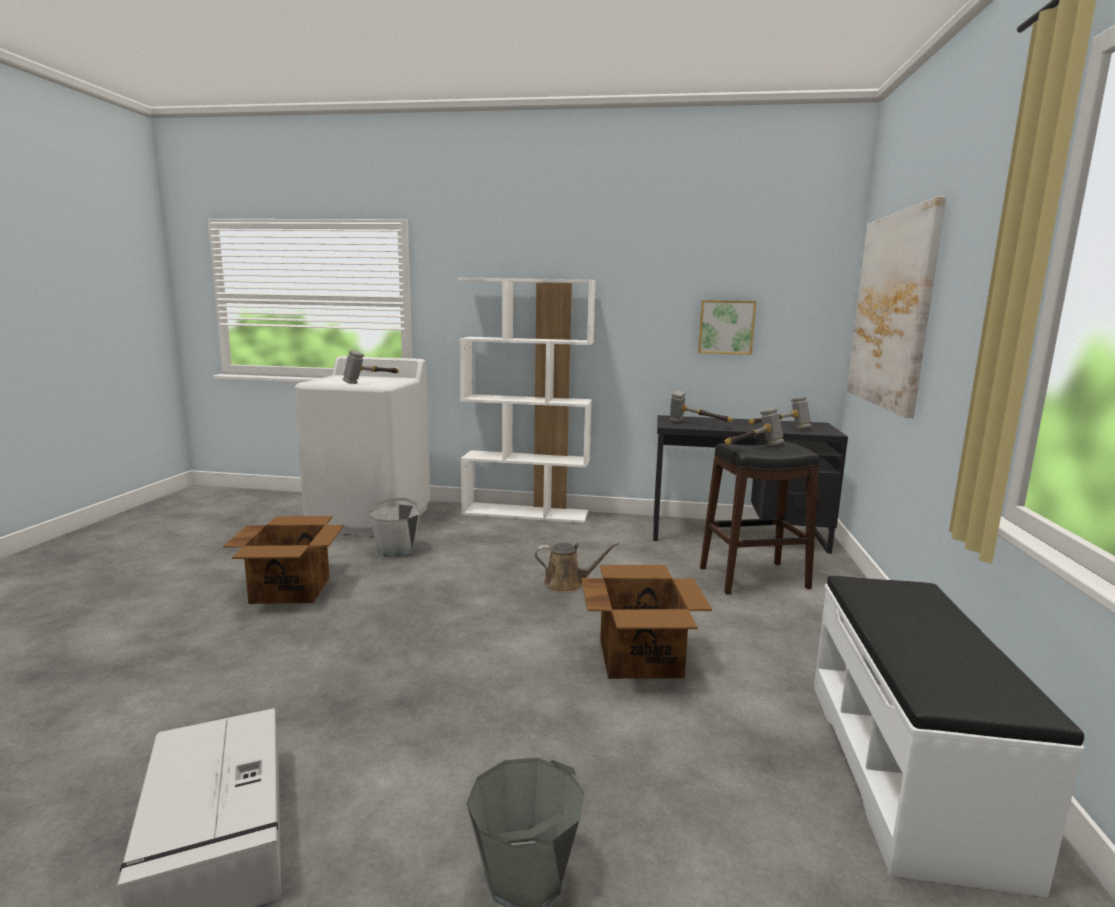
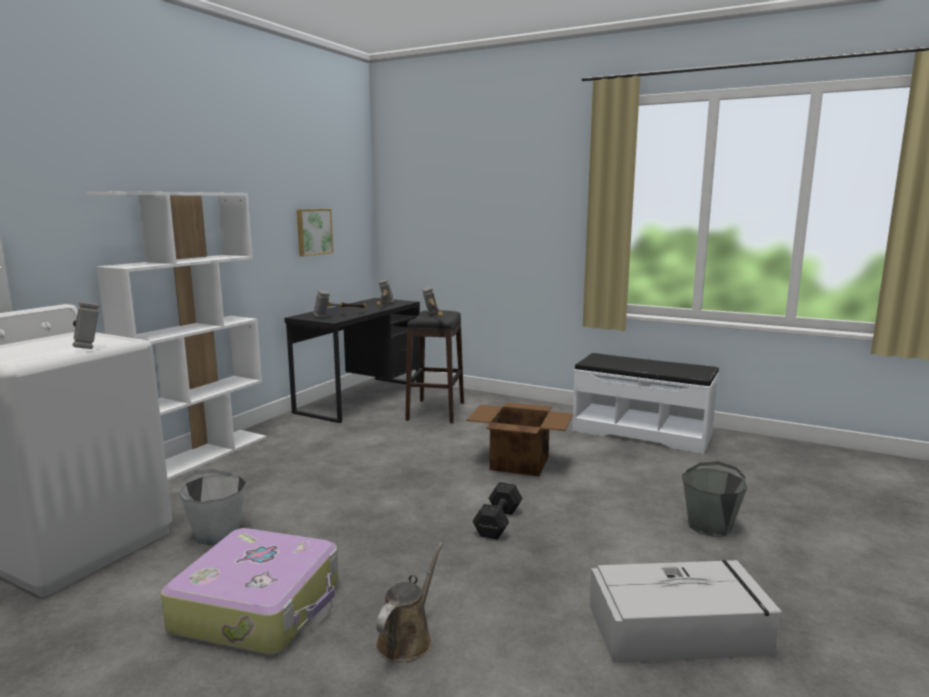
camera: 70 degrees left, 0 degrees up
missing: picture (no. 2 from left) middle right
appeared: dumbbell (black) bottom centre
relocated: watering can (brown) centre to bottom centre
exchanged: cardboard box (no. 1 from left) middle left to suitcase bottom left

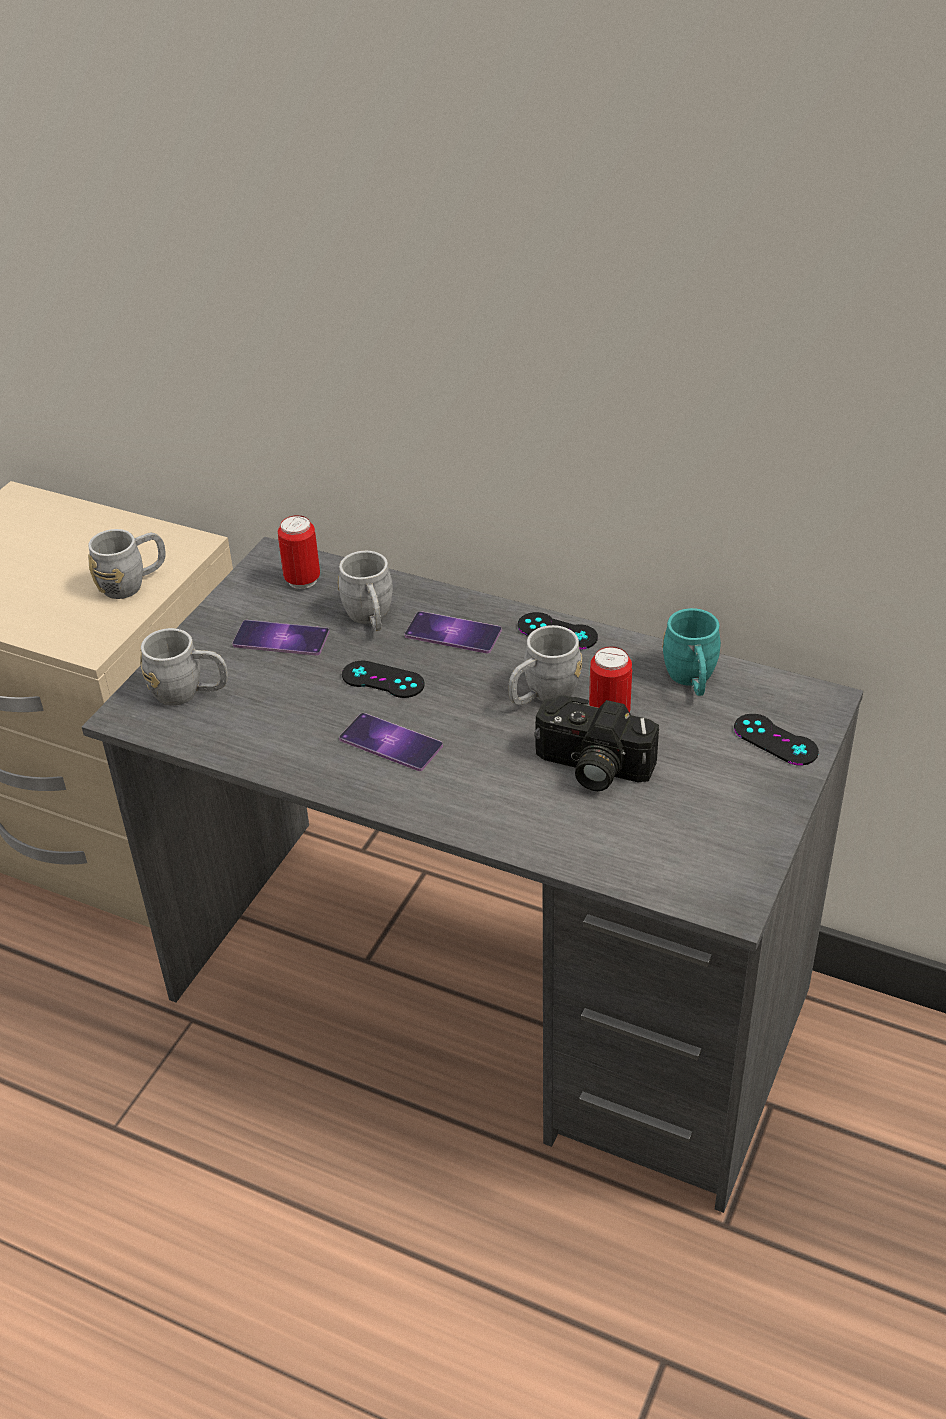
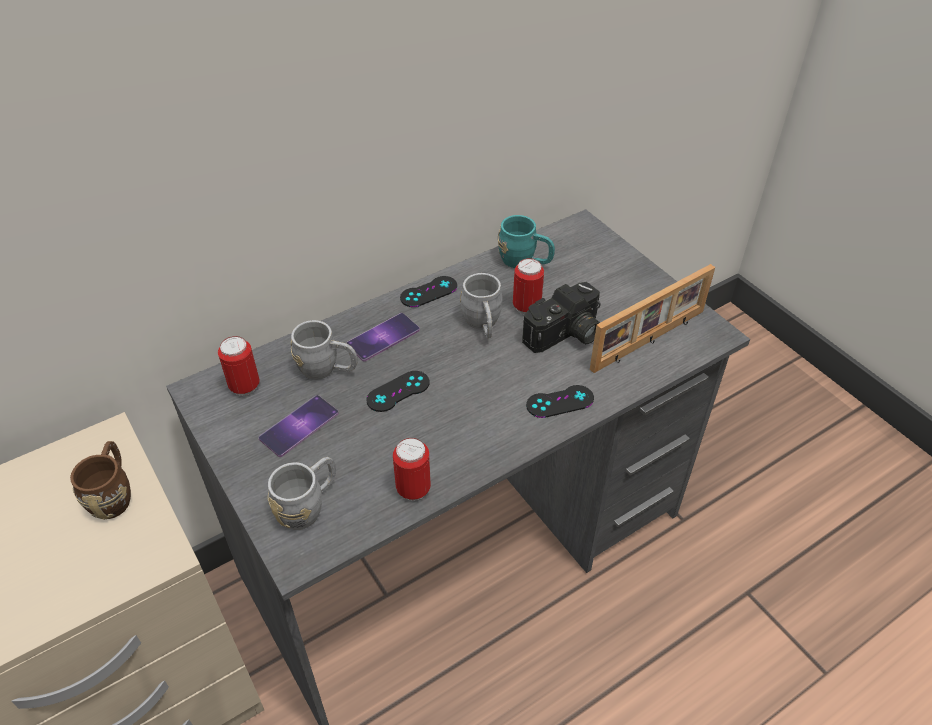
camera: 60 degrees left, 5 degrees up
missing: phone (no. 2 from left) centre
appeared: can (no. 2 from left) centre; picture frame middle right
relocated: game controller (black) (no. 3 from left) middle right to centre
colour: mug (grey) (no. 1 from left) middle left to mug (brown) middle left

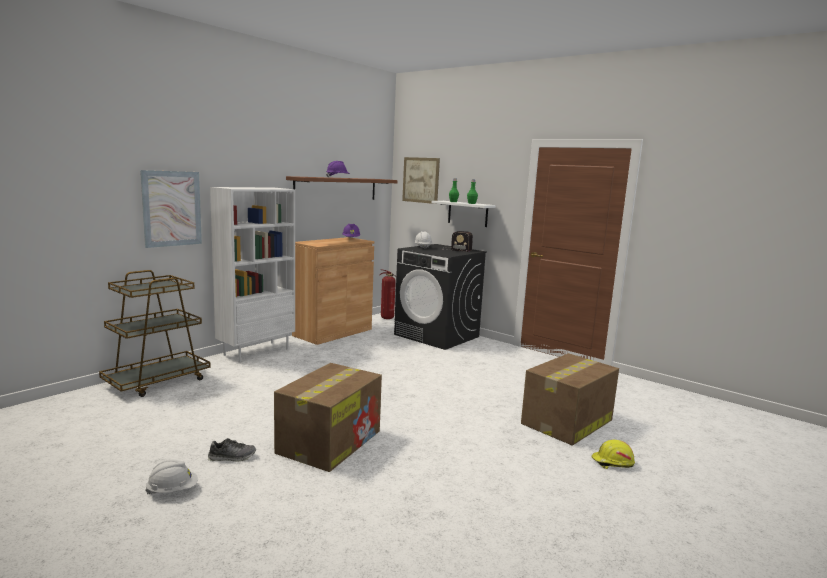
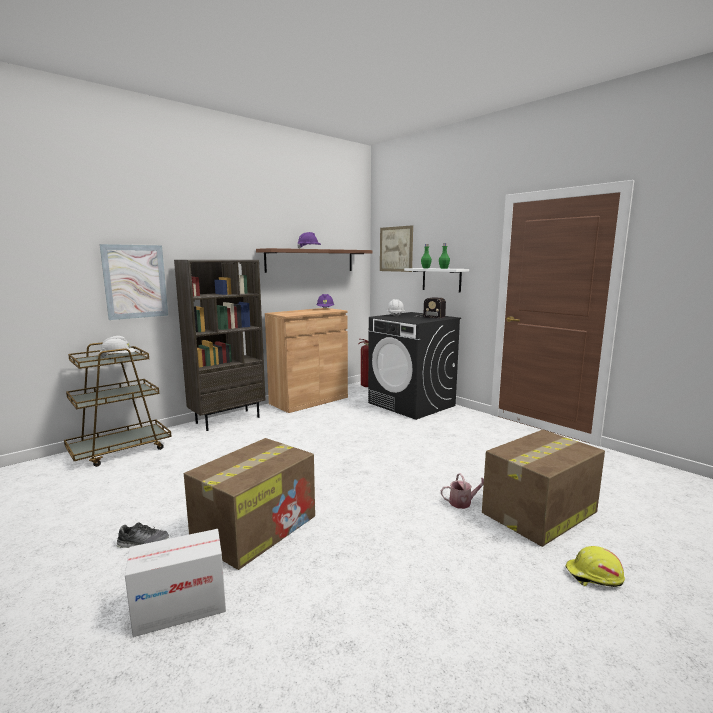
camera: 10 degrees right, 0 degrees up
appeared: cardboard box (no. 1 from left) bottom left; watering can bottom centre
relocated: hard hat (white) (no. 1 from left) bottom left to middle left
colour: bookcase (white) middle left to bookcase (brown) middle left

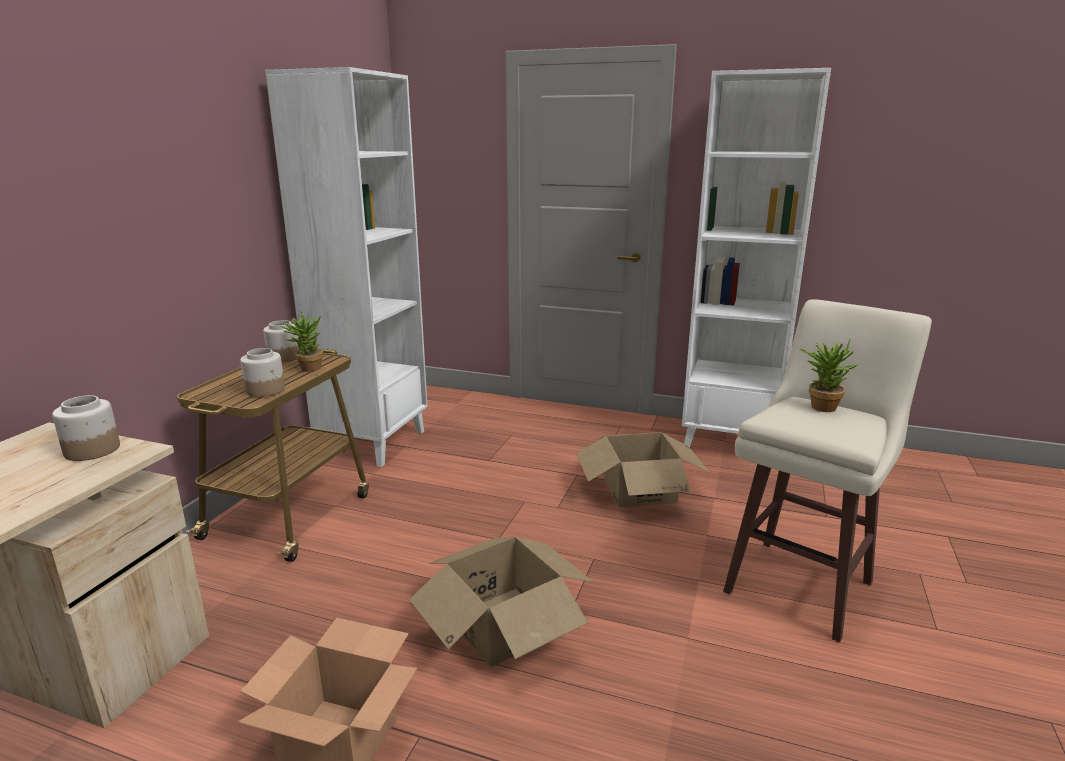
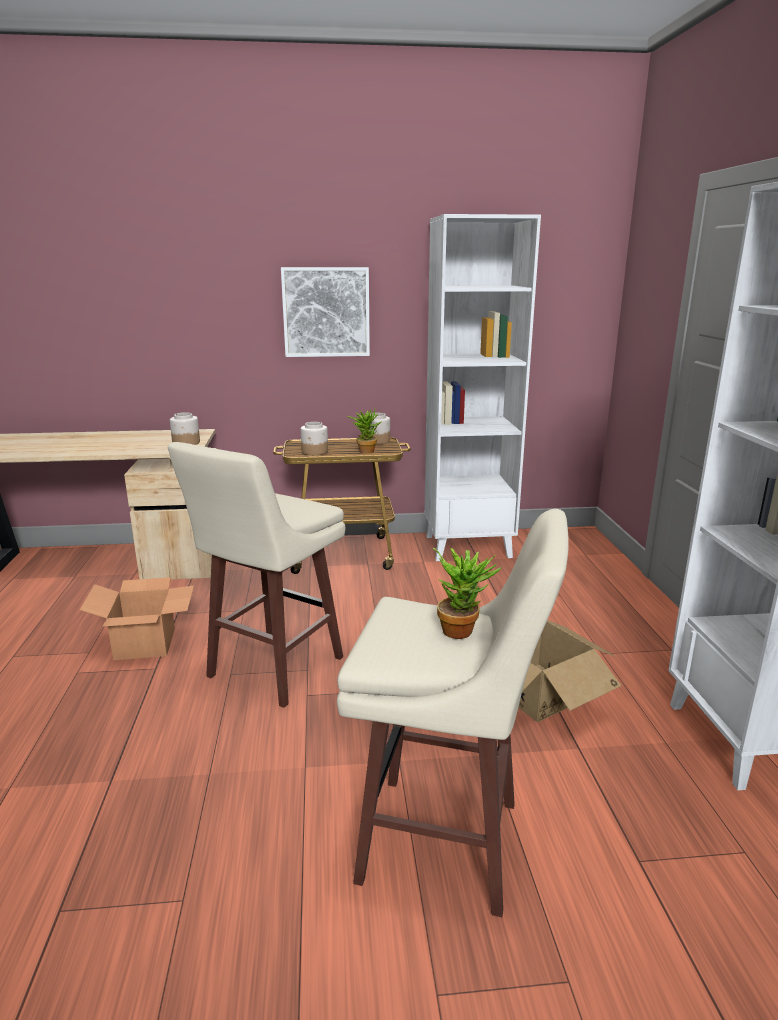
camera: 65 degrees right, 0 degrees up
appeared: picture top centre
exchanged: cardboard box (no. 2 from left) bottom centre to stool (beige) (no. 1 from left) middle left

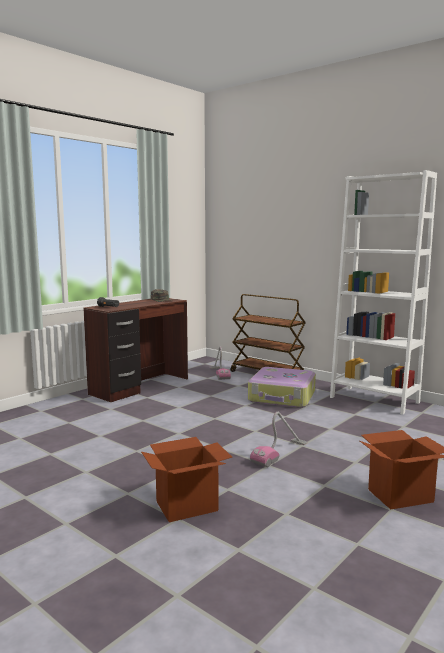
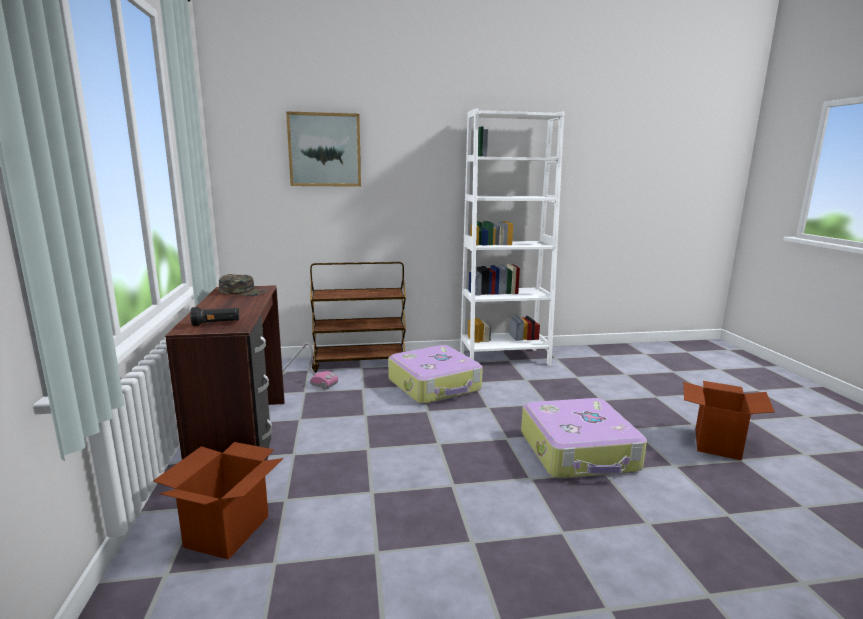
camera: 50 degrees left, 5 degrees up
appeared: picture top centre
relocated: cardboard box (no. 1 from left) bottom centre to bottom left
exchanged: vacuum cleaner (no. 2 from left) bottom centre to suitcase (no. 2 from left) bottom right

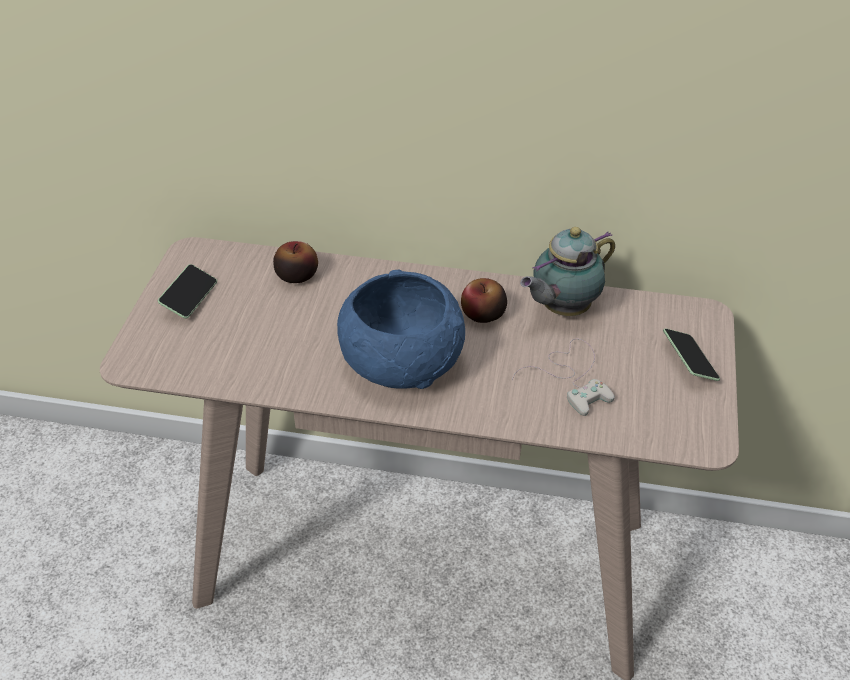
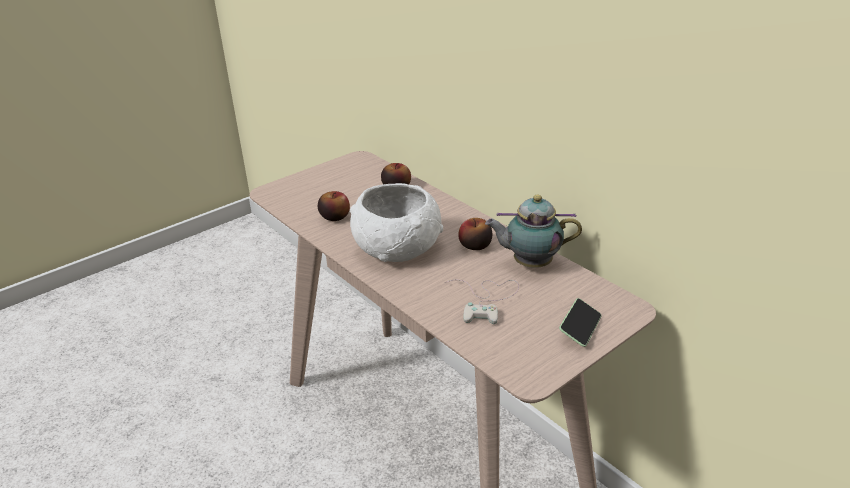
camera: 40 degrees right, 10 degrees down
missing: phone (no. 1 from left) middle left
appeared: apple (no. 1 from left) centre
colour: bowl (blue) centre to bowl (white) centre

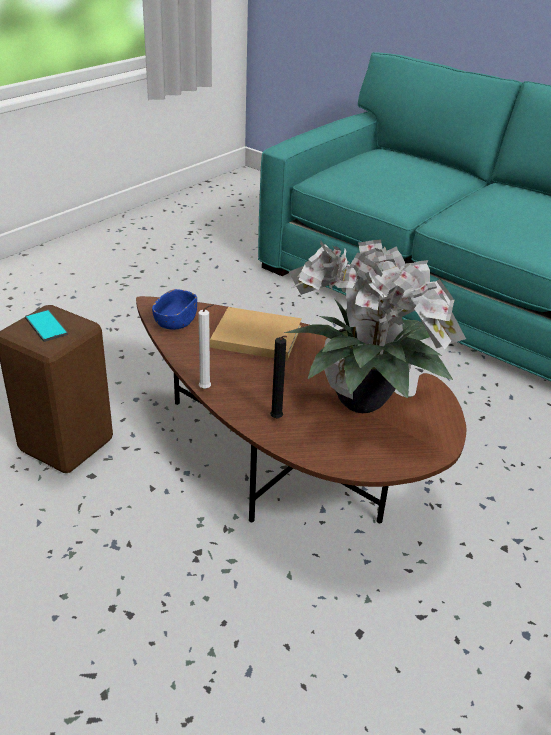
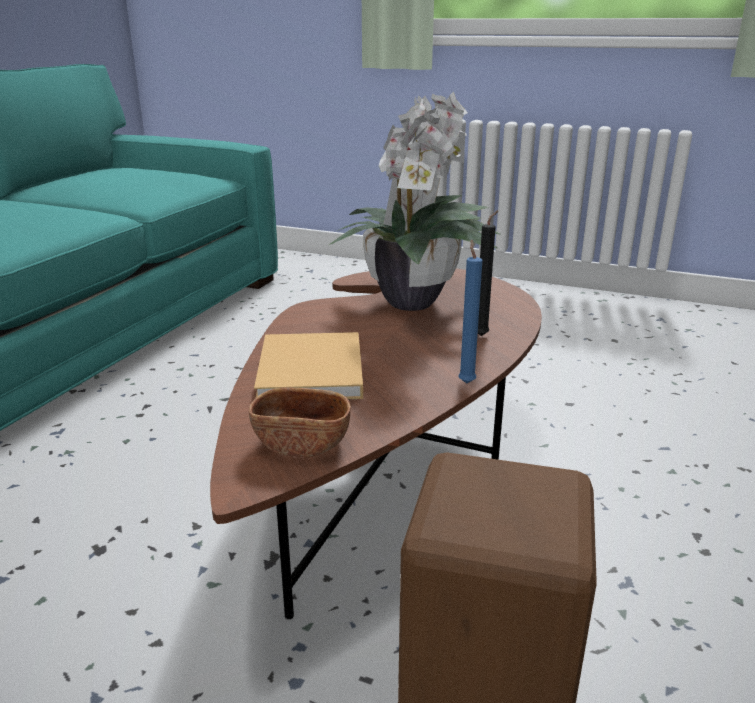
camera: 105 degrees left, 10 degrees down
missing: phone middle left
colour: bowl (blue) middle left to bowl (brown) centre; candle (white) centre to candle (blue) centre

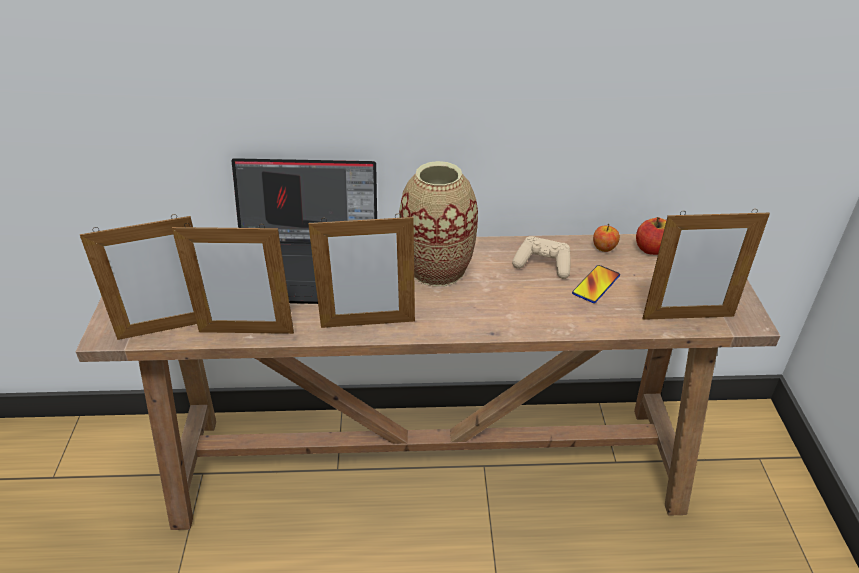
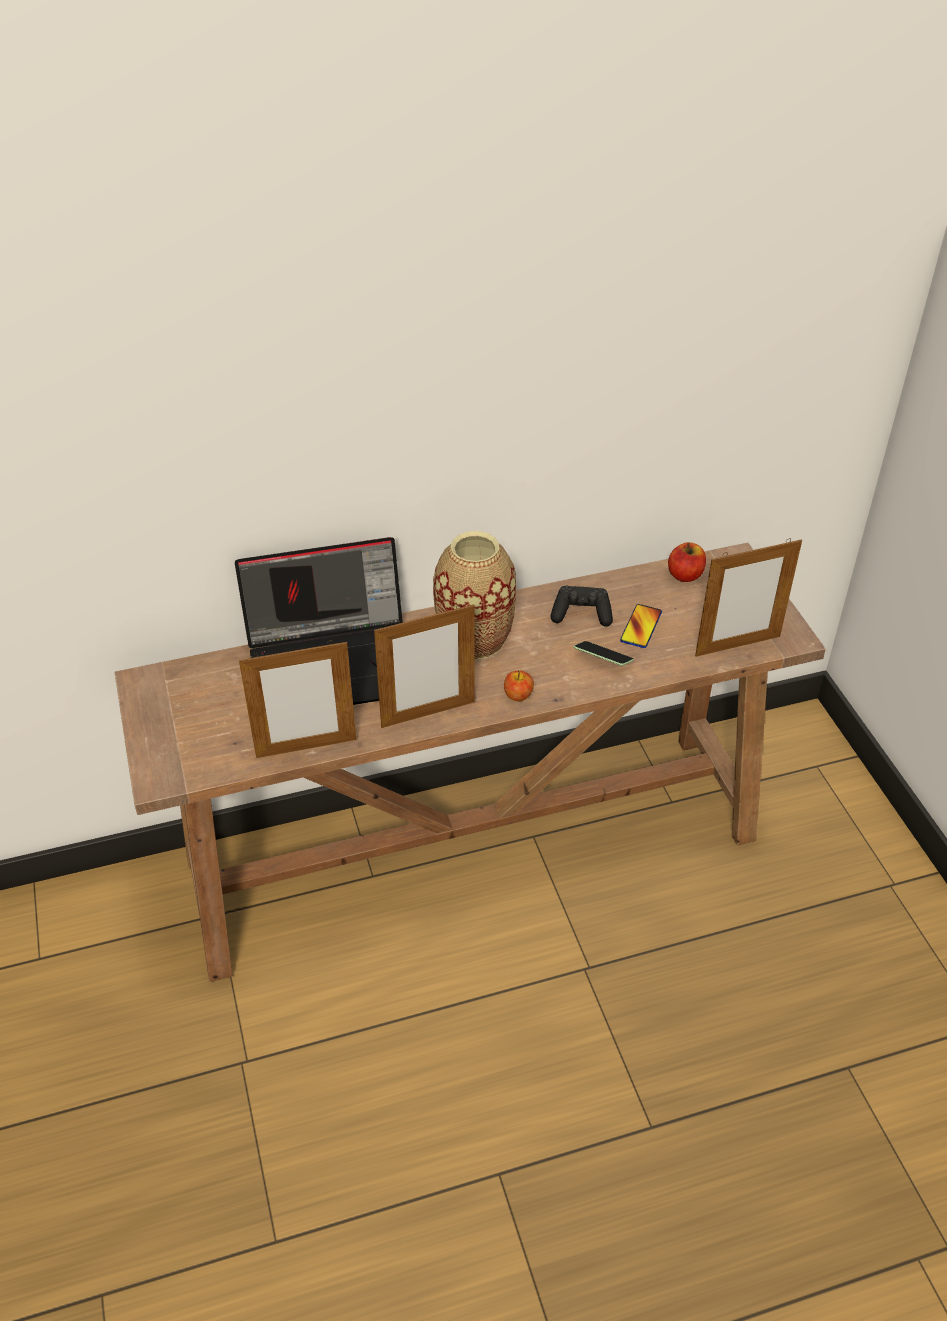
camera: 15 degrees left, 5 degrees up
missing: picture frame (no. 1 from left) middle left
appeared: phone (no. 1 from left) centre
relocated: apple (no. 1 from left) middle right to centre
colour: game controller (beige) centre to game controller (black) centre

